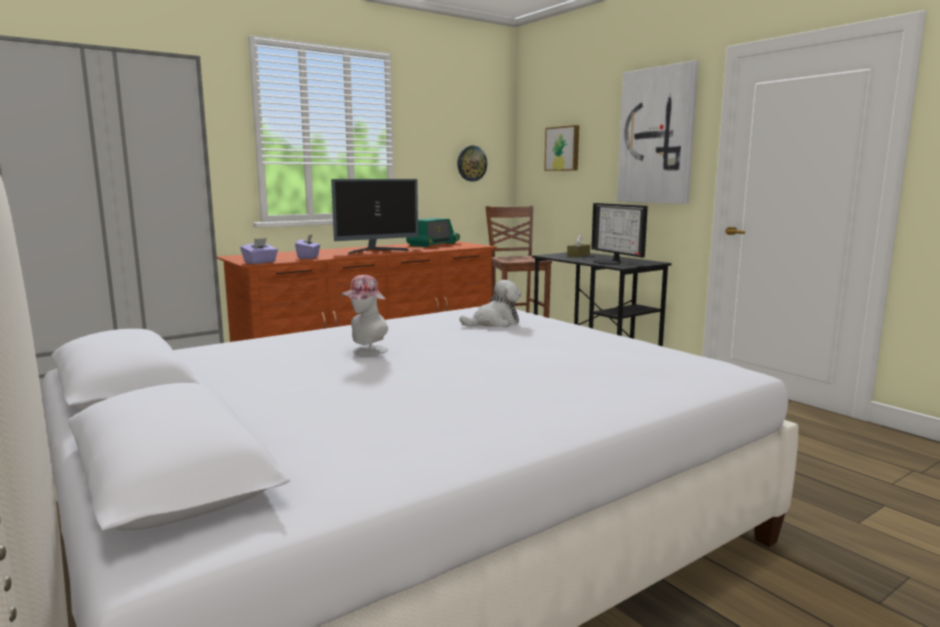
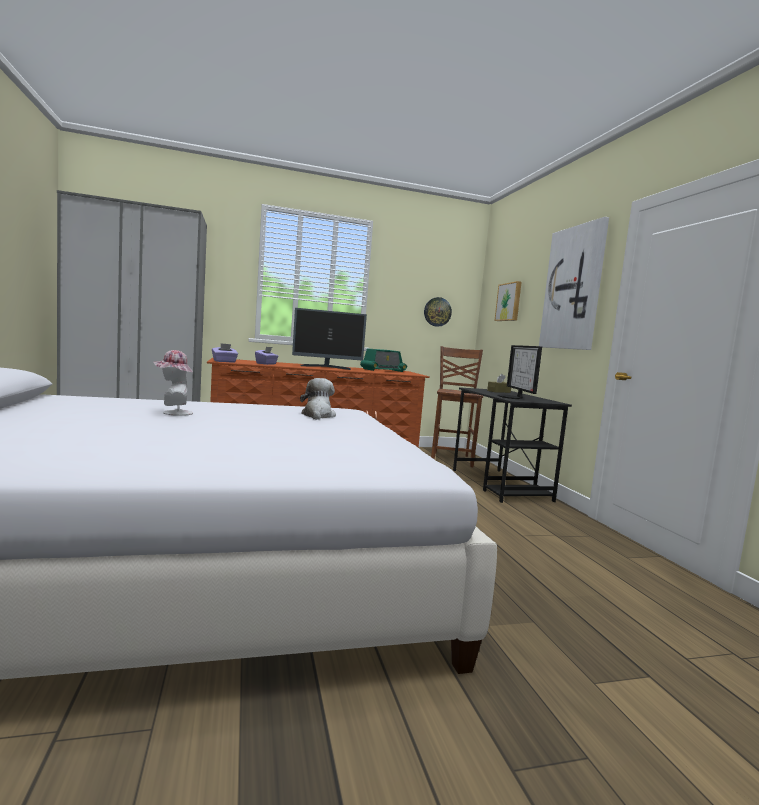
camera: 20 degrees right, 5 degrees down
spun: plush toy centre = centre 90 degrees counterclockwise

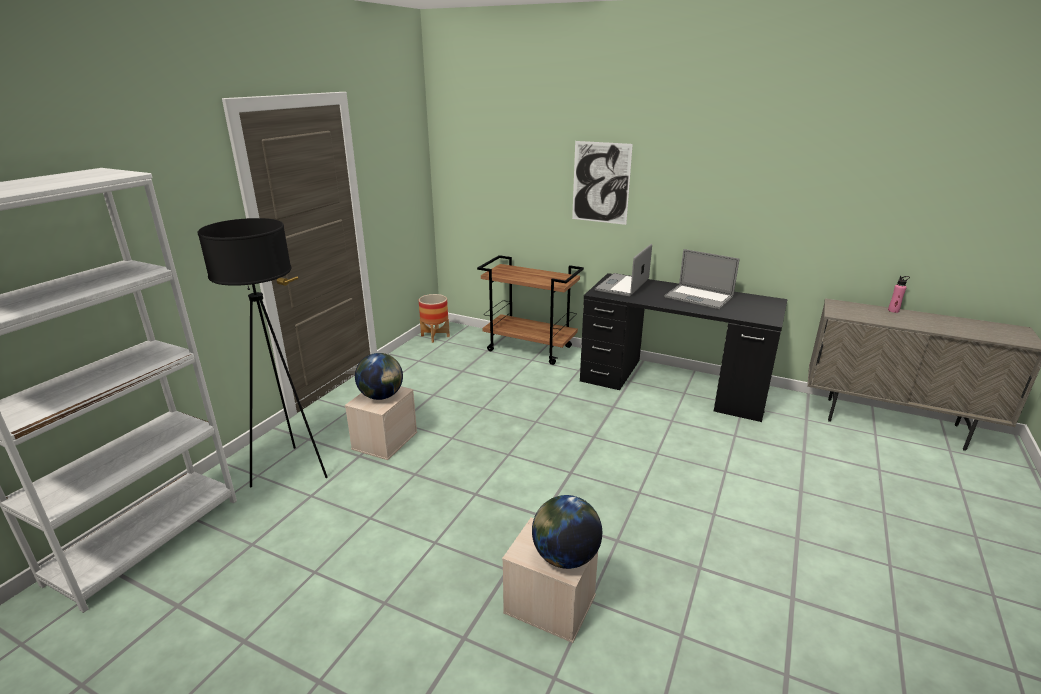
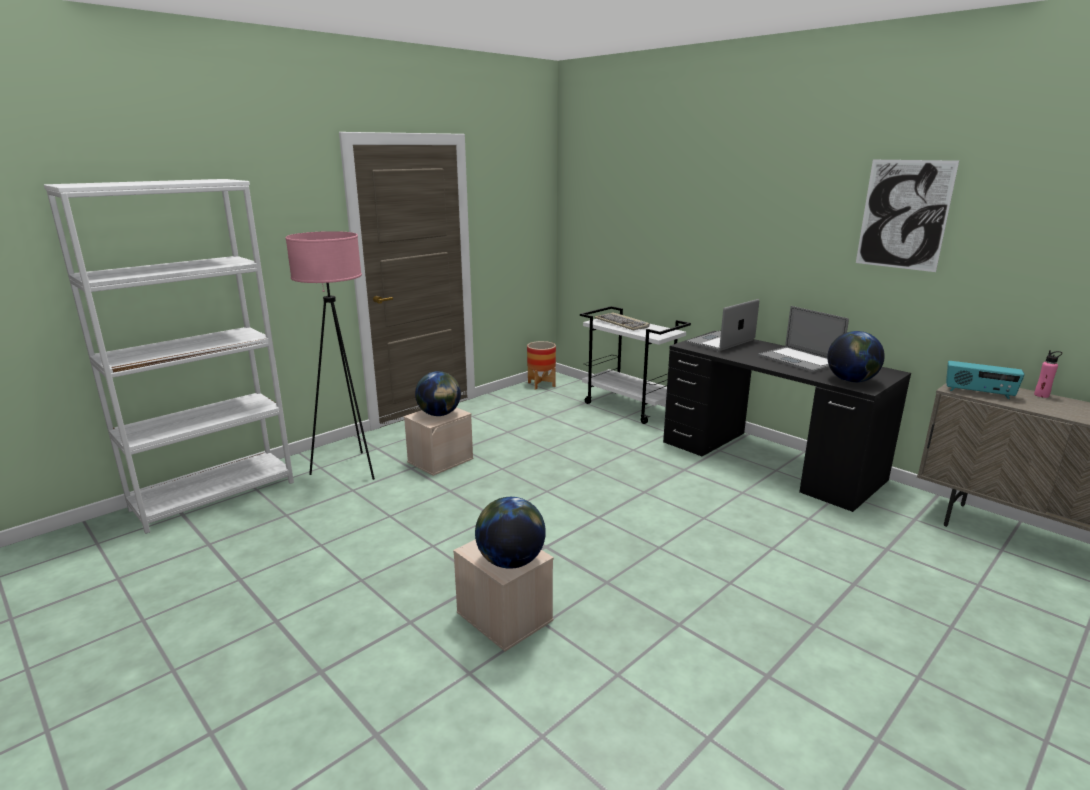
camera: 20 degrees right, 5 degrees down
appeared: keyboard centre; globe (no. 3 from left) middle right; radio middle right
relocated: picture top centre to top right
colour: floor lamp (black) middle left to floor lamp (pink) middle left; cart (brown) centre to cart (white) centre

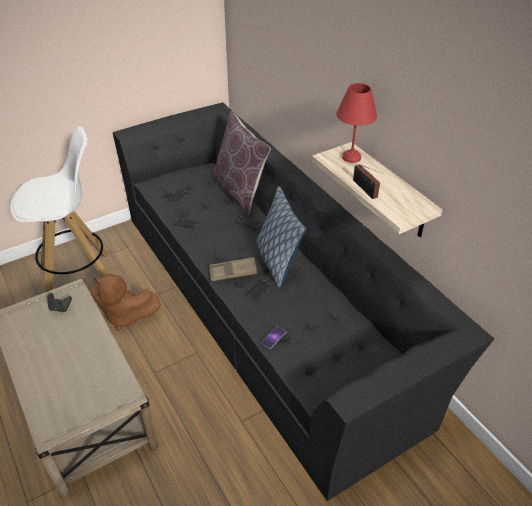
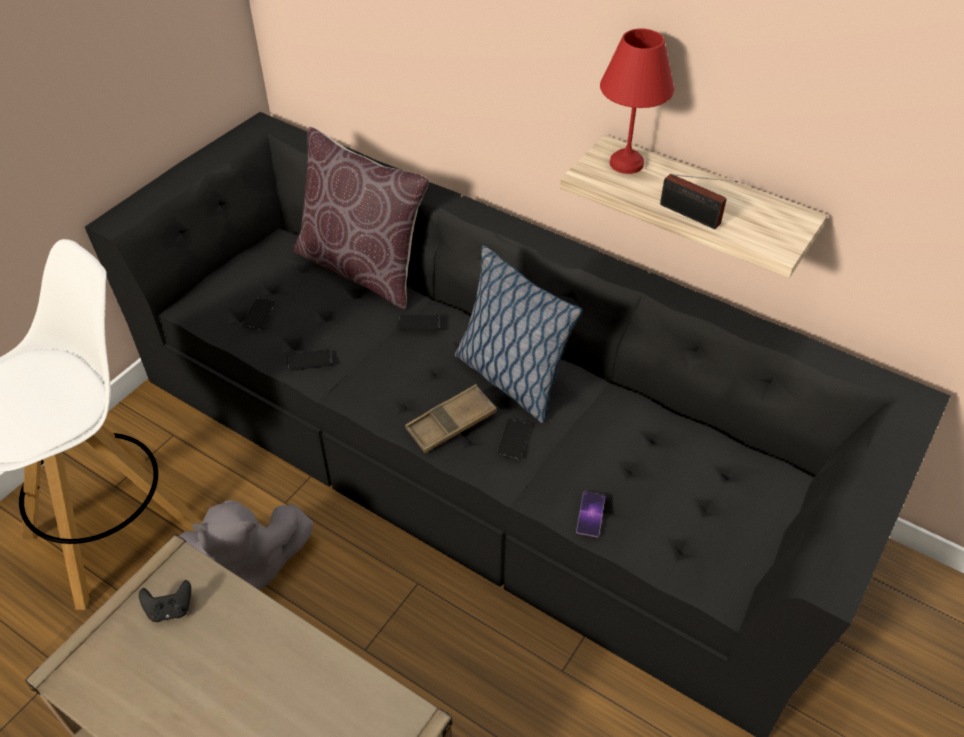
camera: 25 degrees left, 5 degrees up
colour: plush toy (brown) middle left to plush toy (grey) bottom left

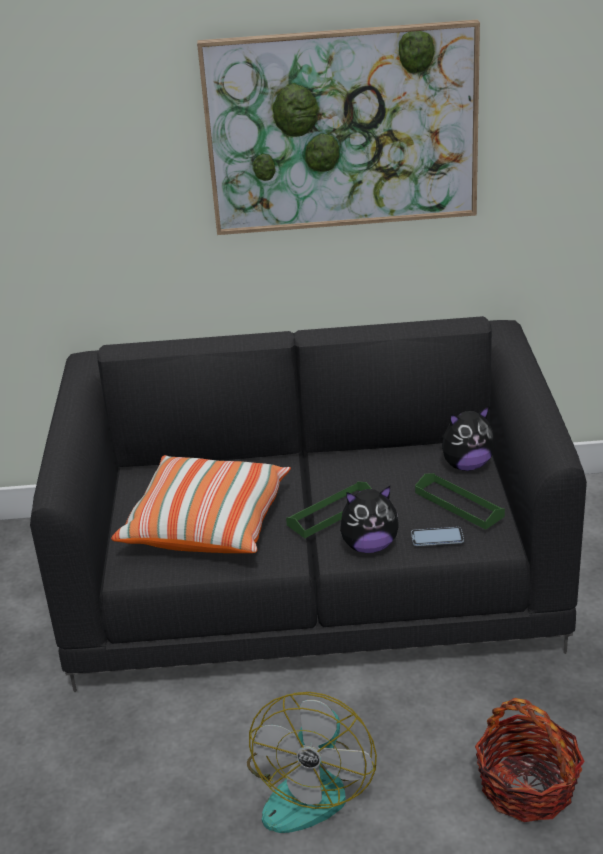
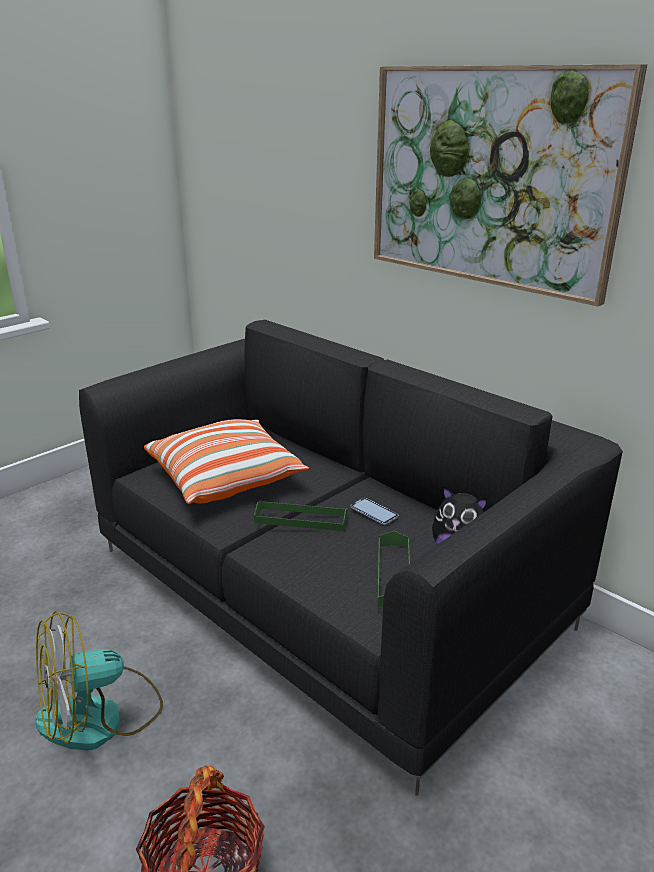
camera: 45 degrees right, 5 degrees down
missing: plush toy (no. 1 from left) centre
relocated: phone middle right to centre

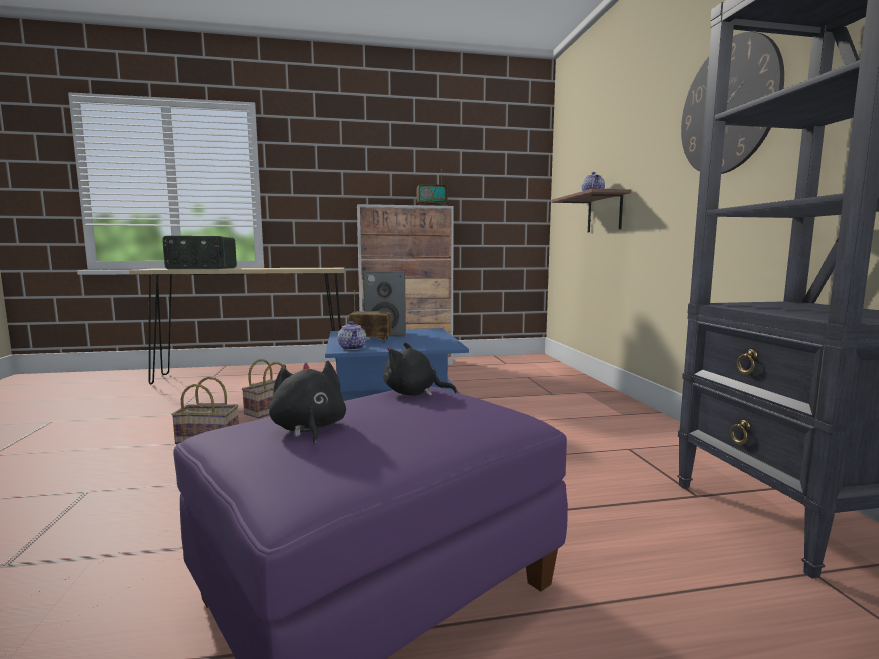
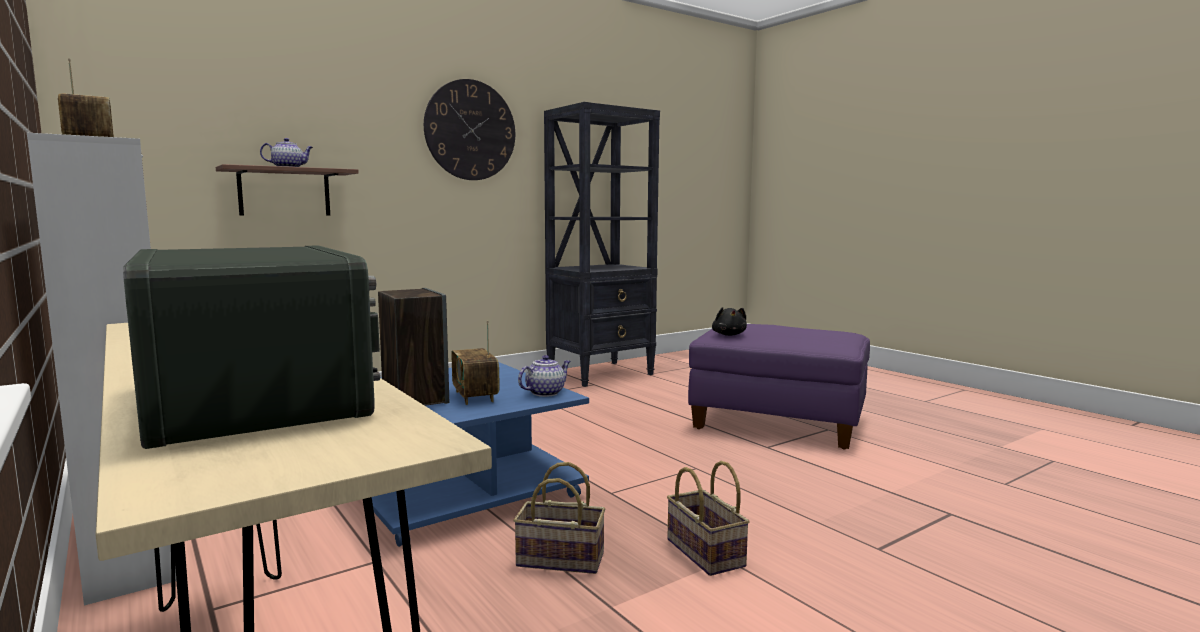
camera: 115 degrees left, 0 degrees up
missing: plush toy (black) (no. 1 from left) centre

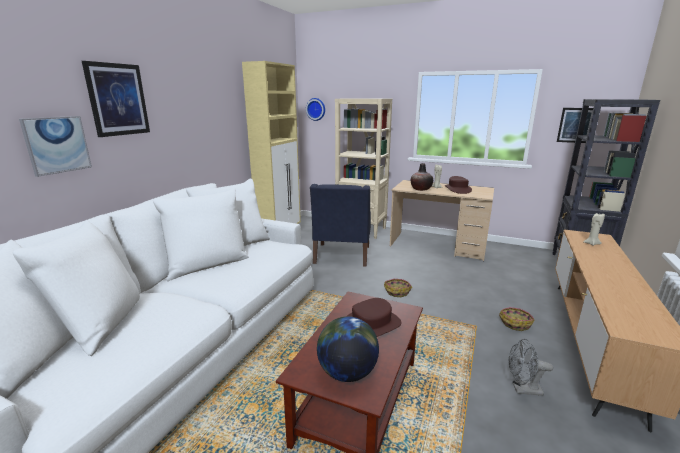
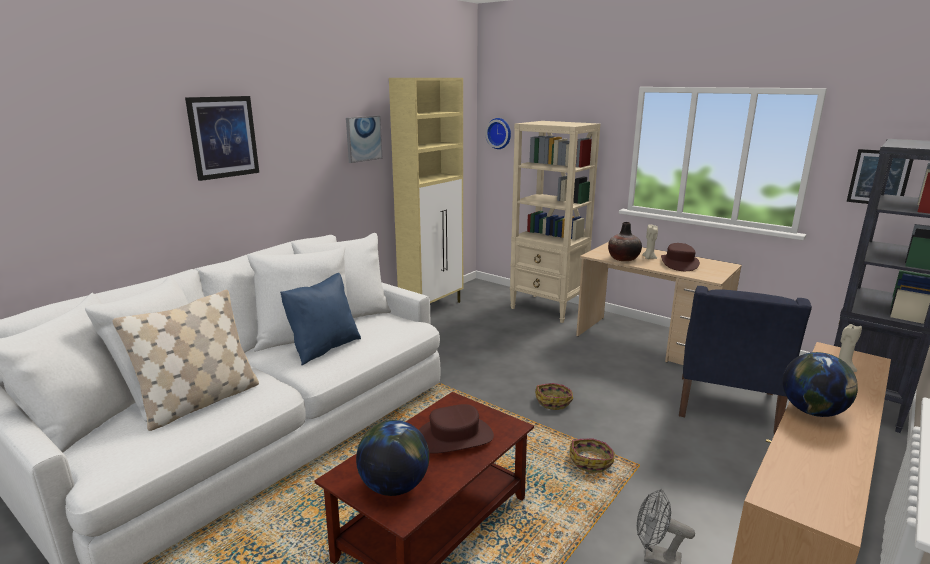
camera: 15 degrees right, 0 degrees up
appeared: pillow (beige) middle left; pillow (blue) centre; globe (no. 2 from left) bottom right
relocated: picture (no. 1 from left in the first image) top left to picture (no. 2 from left) top centre; armchair (blue) centre to middle right; basket (no. 2 from left) bottom right to bottom centre

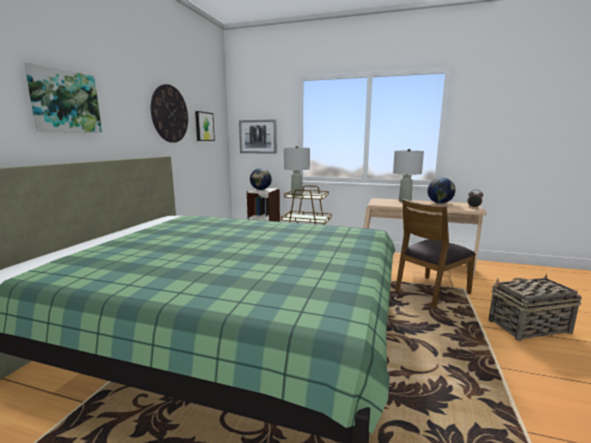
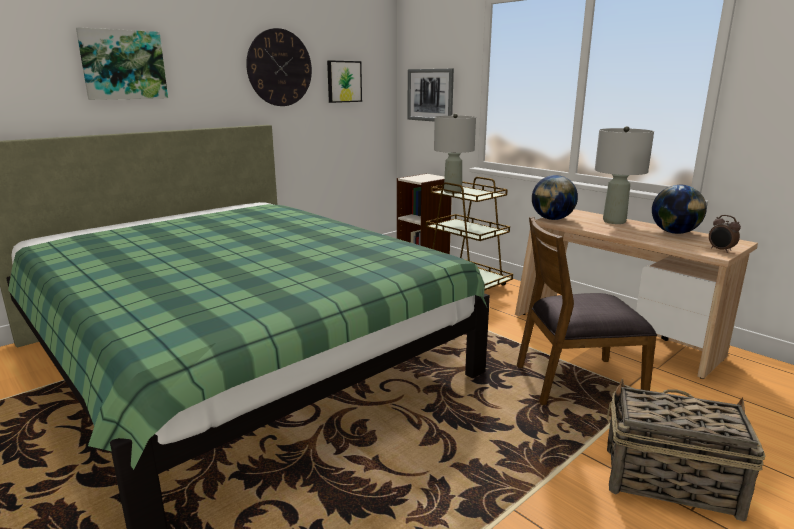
camera: 30 degrees right, 5 degrees up
relocated: globe (no. 1 from left) centre to middle right

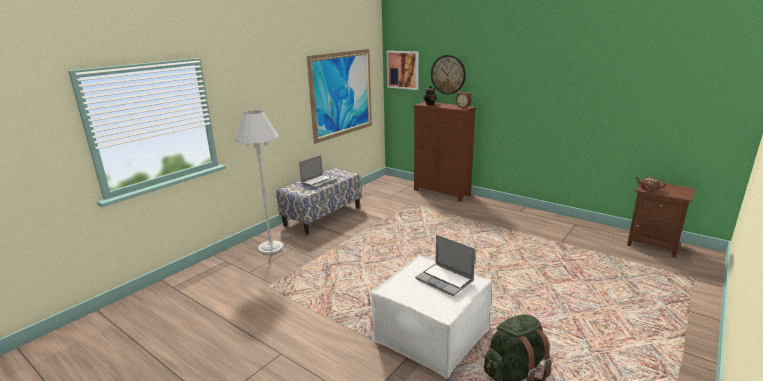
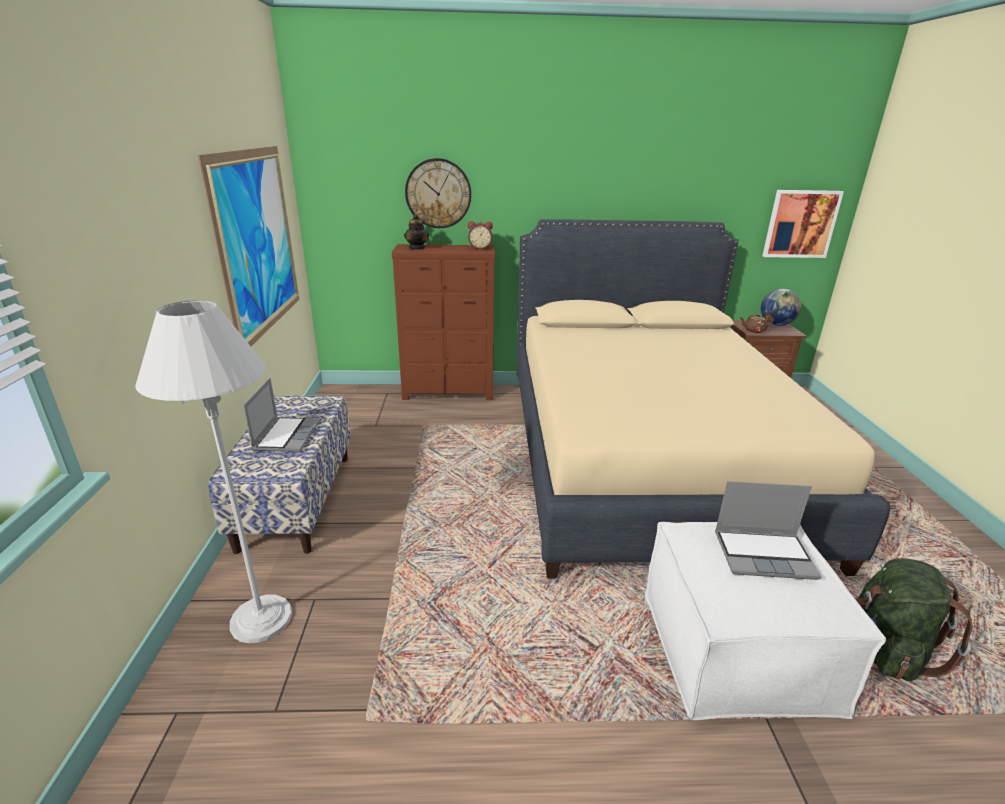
camera: 40 degrees left, 5 degrees up
appeared: bed (beige) middle right; globe middle right
relocated: picture (no. 2 from left) top centre to top right

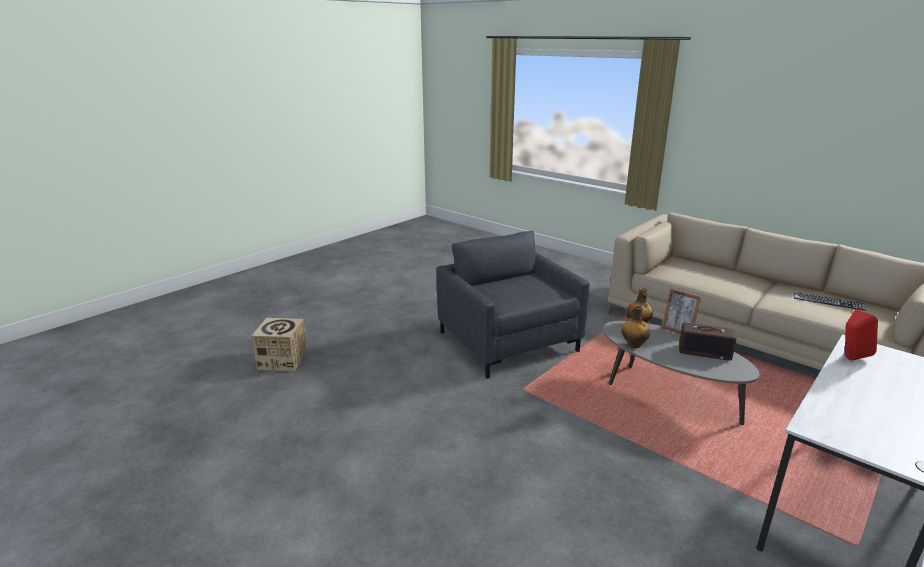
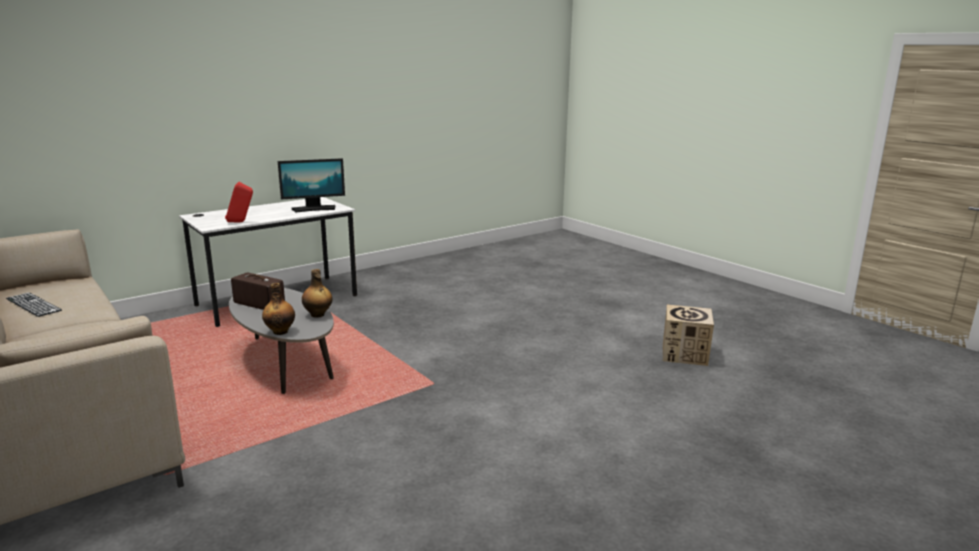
camera: 170 degrees left, 5 degrees down
missing: armchair (grey) centre; picture frame middle right
appeared: monitor middle left
relocated: cardboard box middle left to middle right

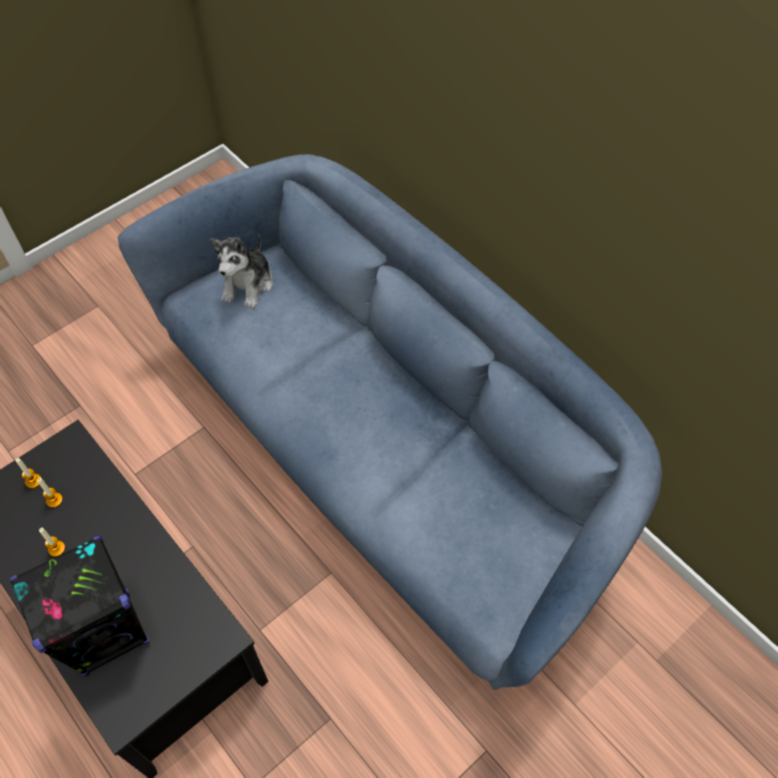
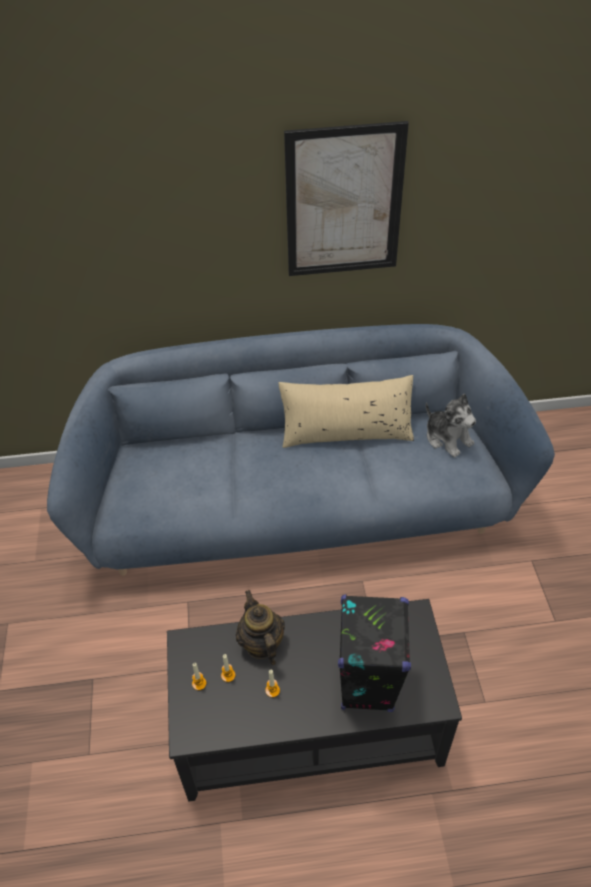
camera: 55 degrees left, 10 degrees down
appeared: teapot bottom centre; pillow (beige) centre; picture top centre
relocated: plush toy middle left to middle right

